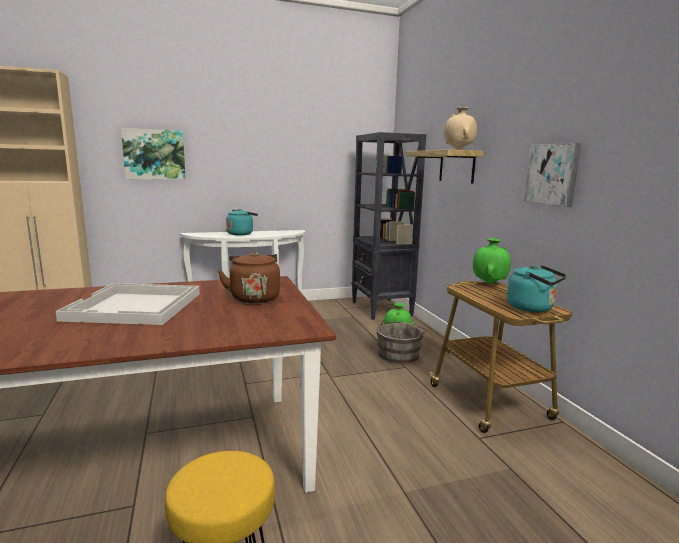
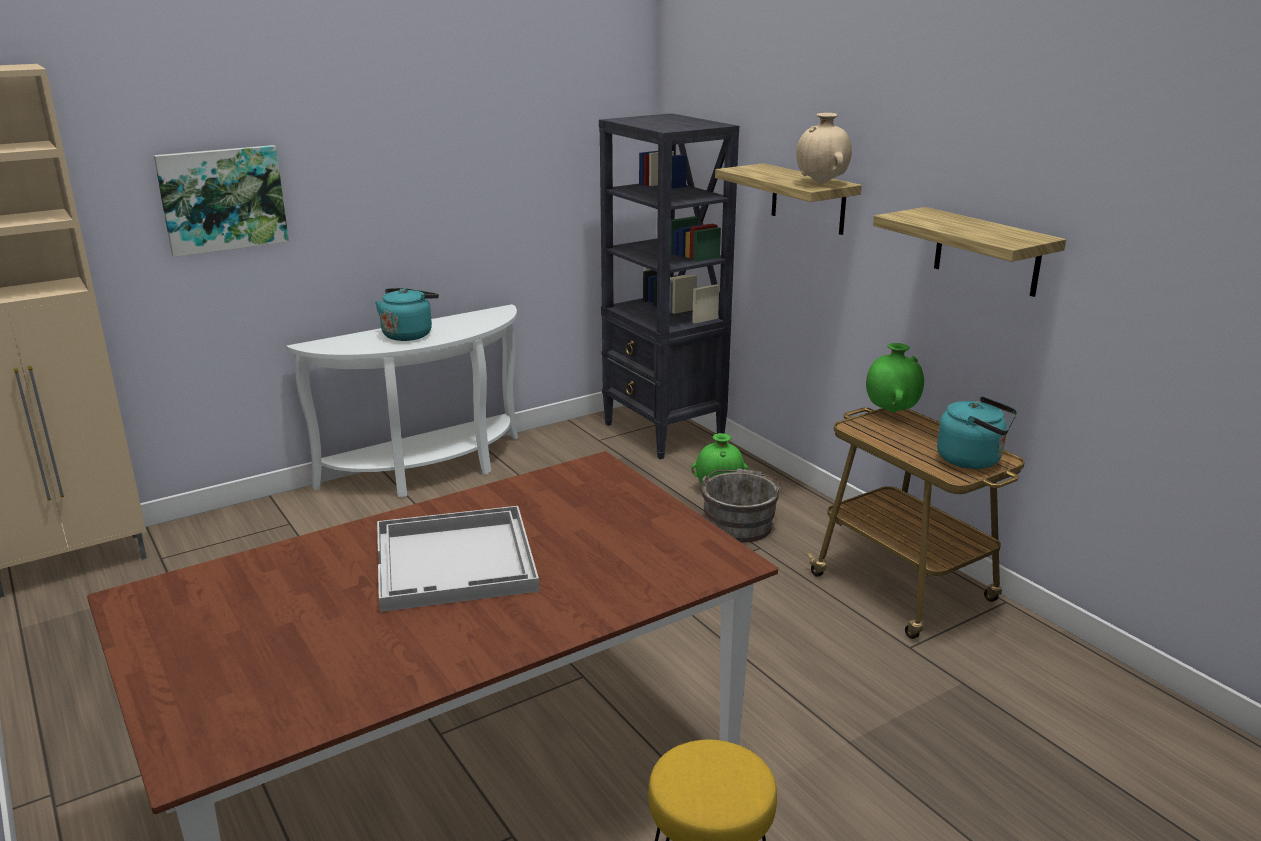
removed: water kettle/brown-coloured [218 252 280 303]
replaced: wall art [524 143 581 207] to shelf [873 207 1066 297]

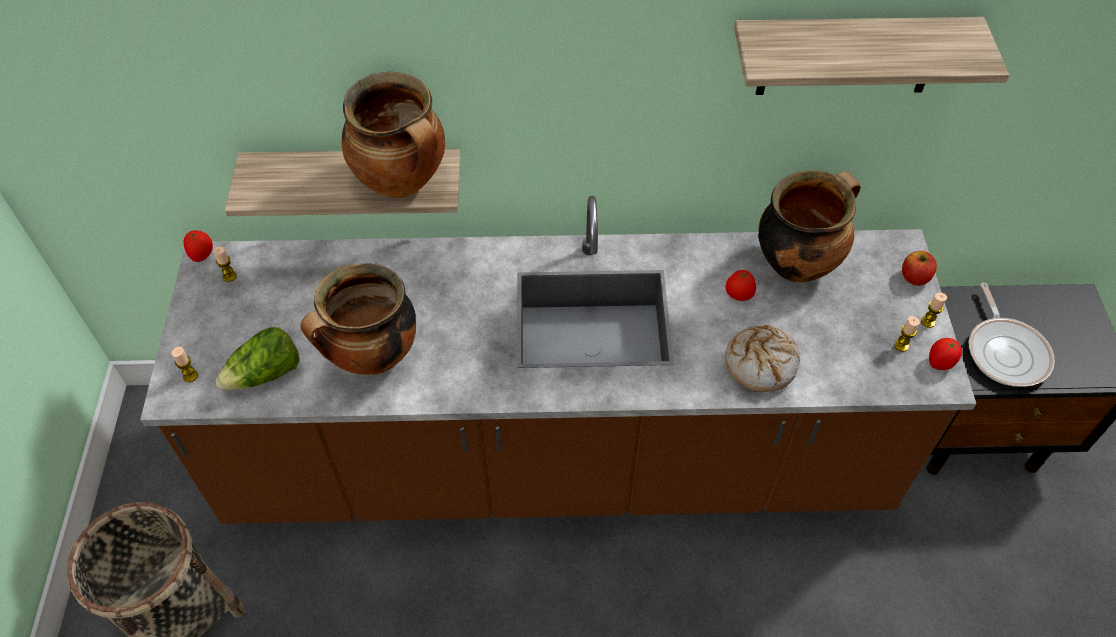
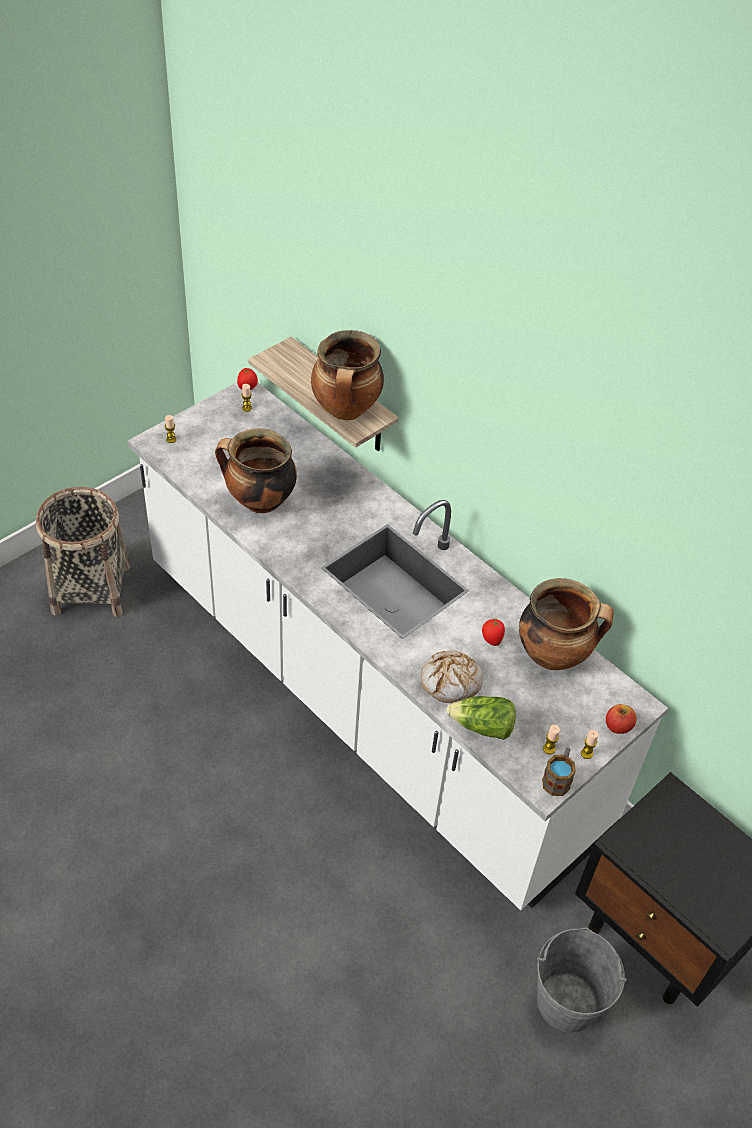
removed: shelf [734 17 1009 95]; pan [968 283 1055 387]
added: water bucket/grey [537 928 627 1033]
moved: head of lettuce [215 327 300 390] to [446 696 516 740]
replaced: fresh tomato [929 338 962 370] to mug [542 748 576 796]
recoloured: kitchen counter/brown-coloured [140 196 976 524] to kitchen counter/white [127 382 668 910]

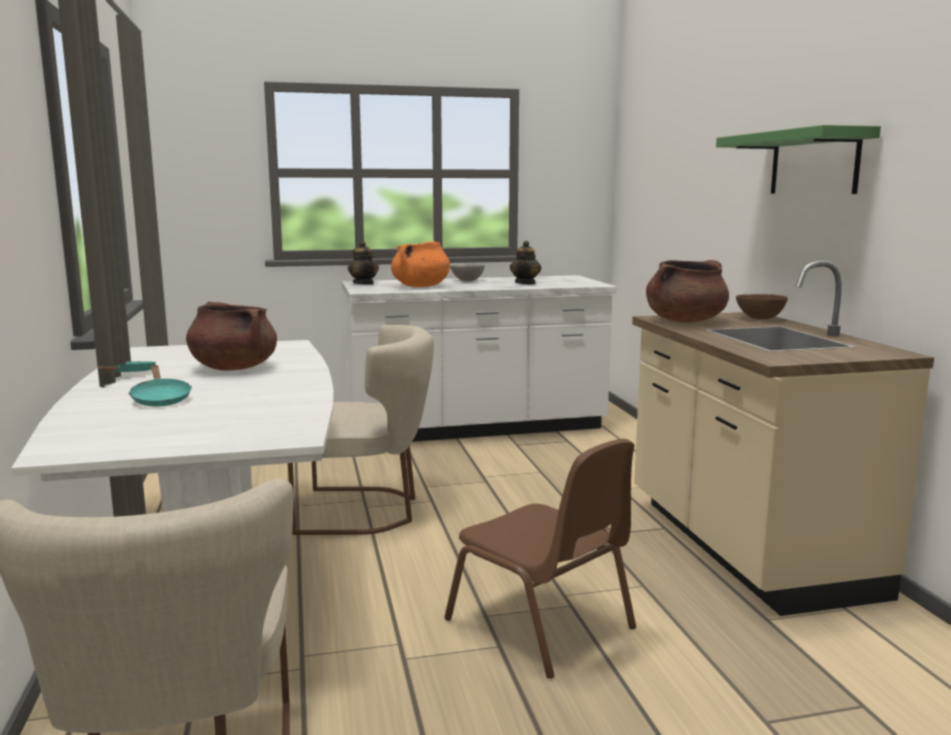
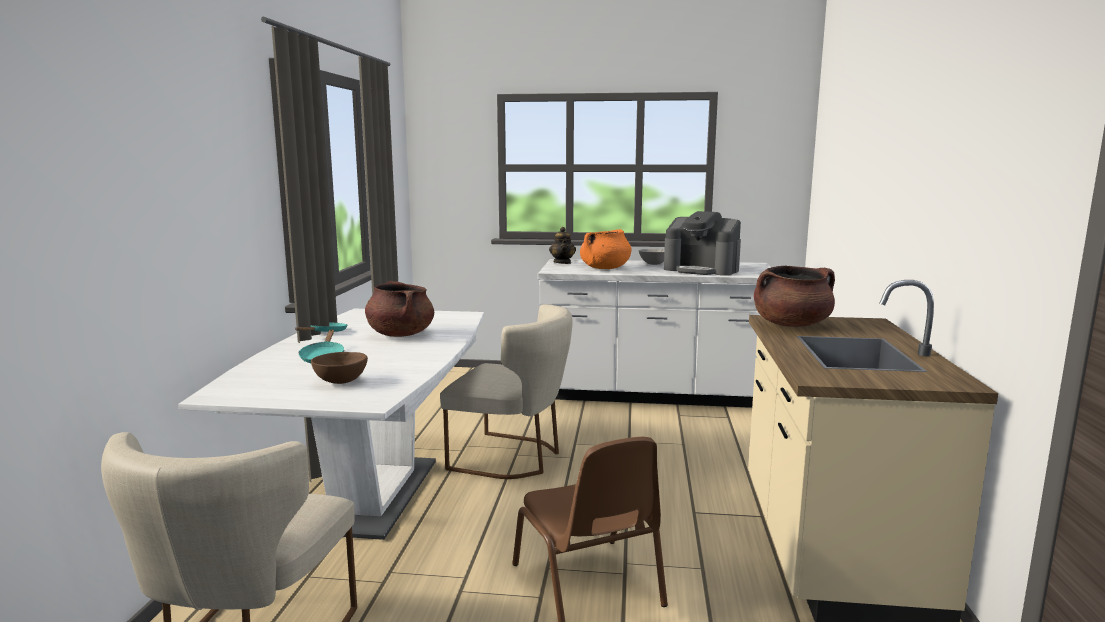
removed: shelf/green [716 125 881 194]
moved: deep dish/brown-coloured [736 294 788 320] to [311 352 368 384]
replaced: teapot [510 241 542 284] to coffee machine [664 211 741 276]

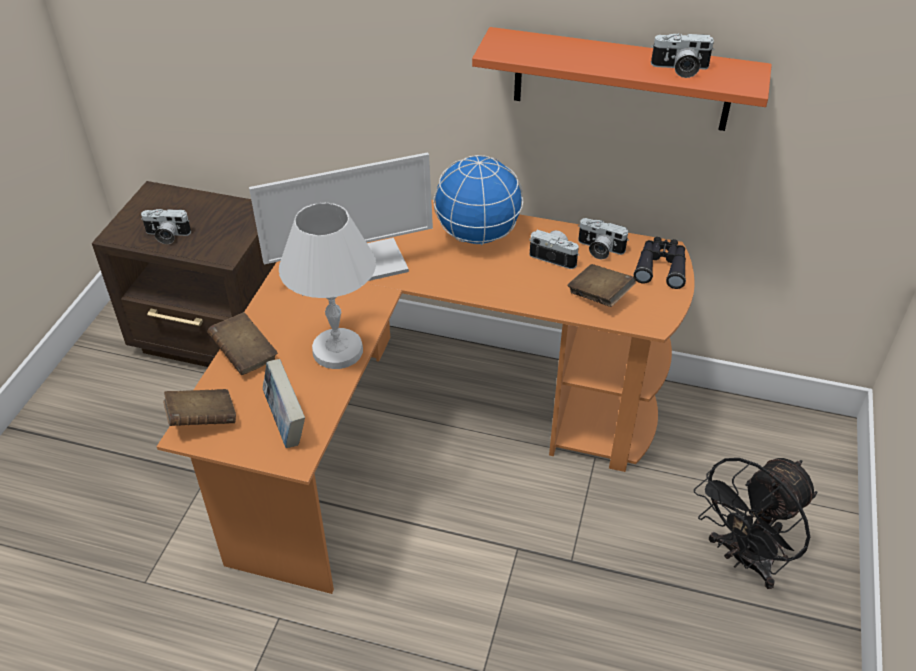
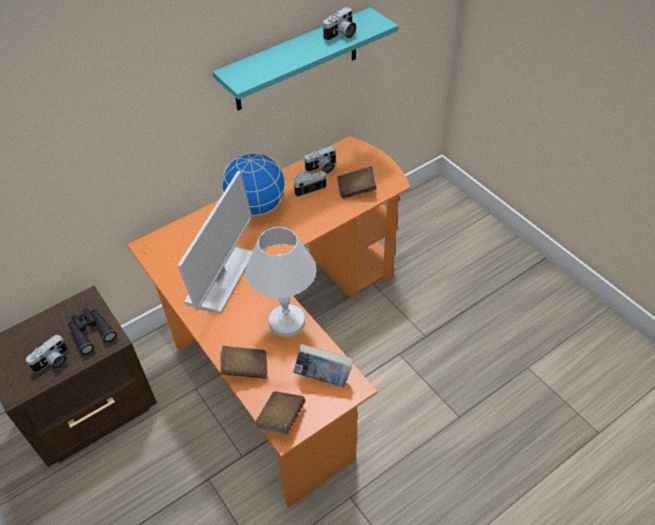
removed: cooling fan/black-coloured [694 458 817 589]
moved: field glasses/black-coloured [634 237 686 289] to [68 308 117 355]
recoloured: shelf/orangey [472 27 772 131] to shelf/turquoise [213 7 398 110]

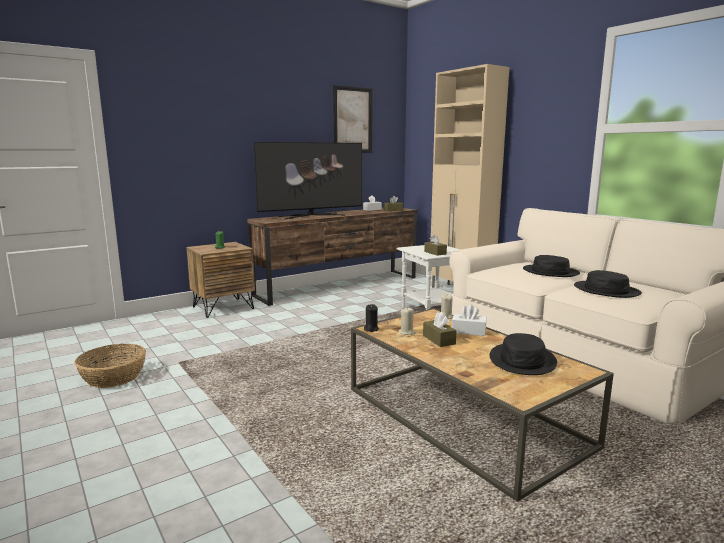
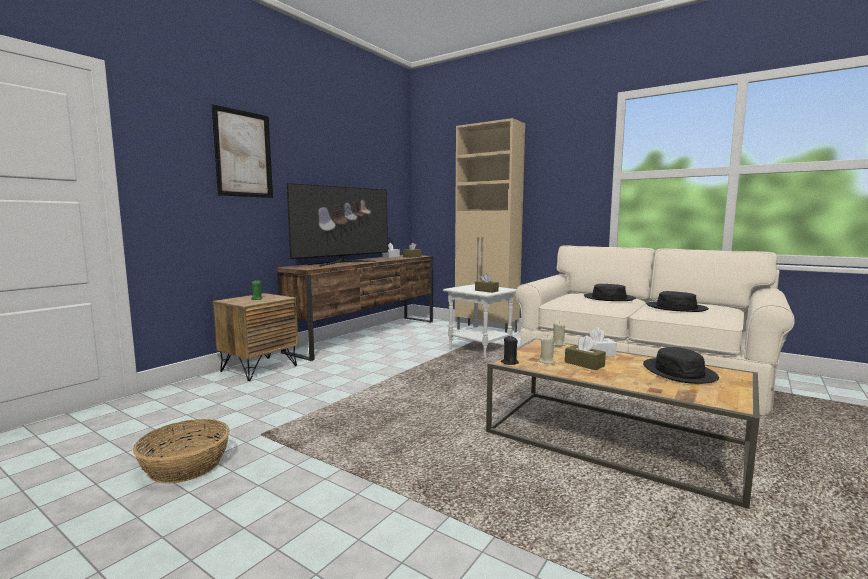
moved: wall art [333 85 373 153] to [211 104 273 198]

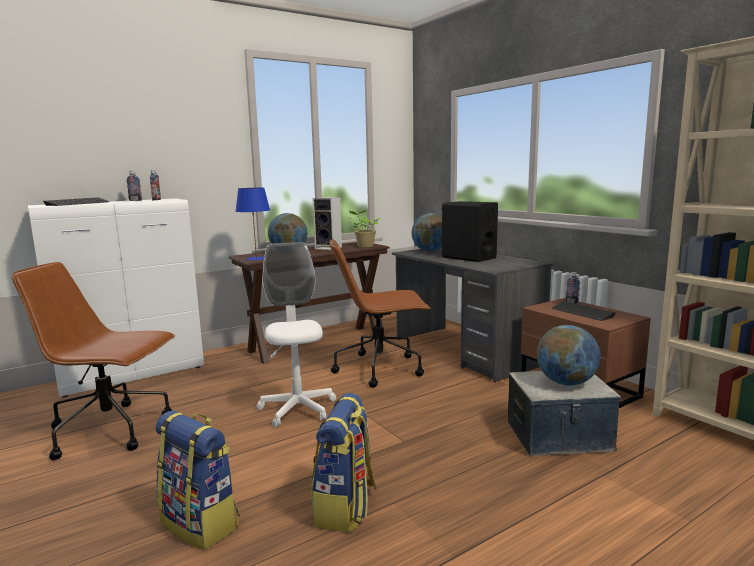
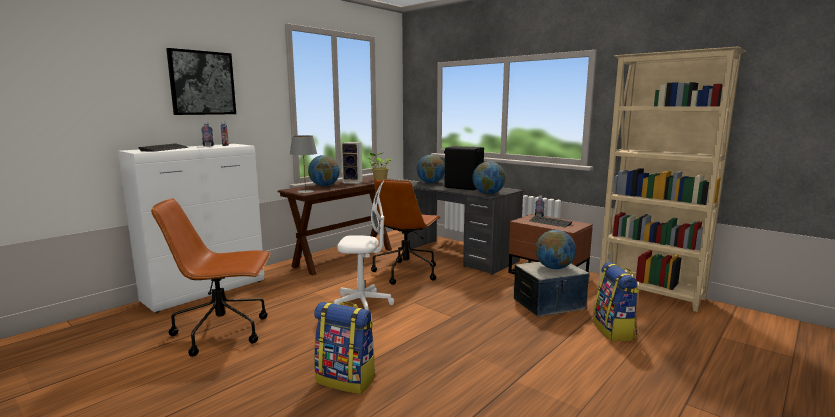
added: wall art [166 48 236 115]; desk globe [472 161 506 194]
moved: backpack [311 393 377 532] to [593 262 639 341]
recoloured: lamp for a table/blue-coloured [235 188 270 260] to lamp for a table/grey [290 135 317 193]
turned: desk chair/white [257 242 336 428] = [334 181 394 310] 120 degrees clockwise; desk chair/brown-coloured [329 239 431 388] = [371 179 441 285] 45 degrees counterclockwise

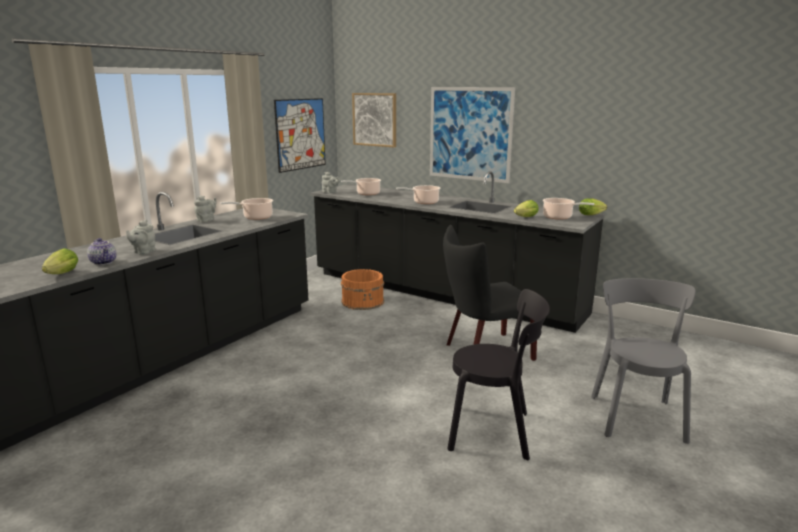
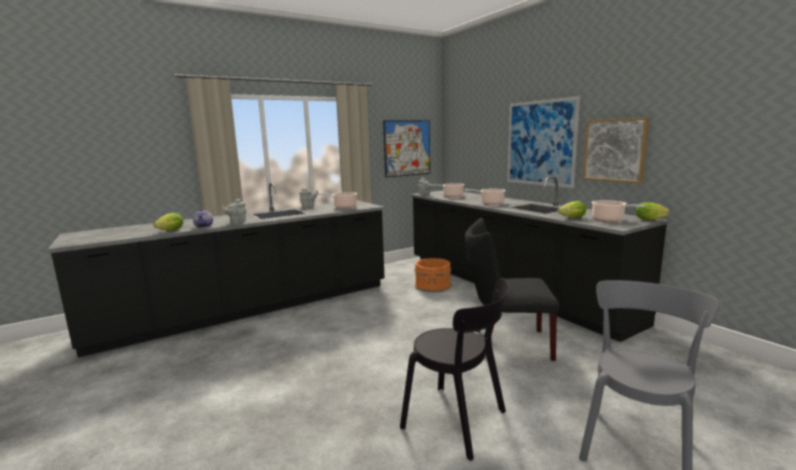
moved: wall art [352 93 396 148] to [583 117 649 184]

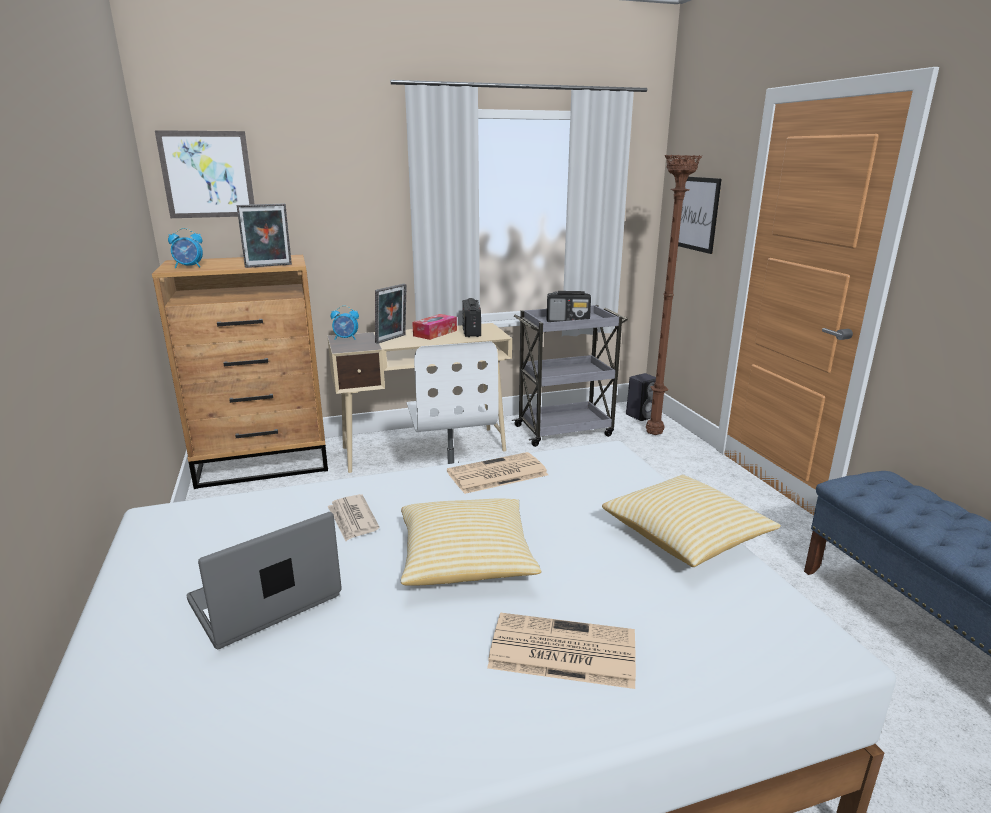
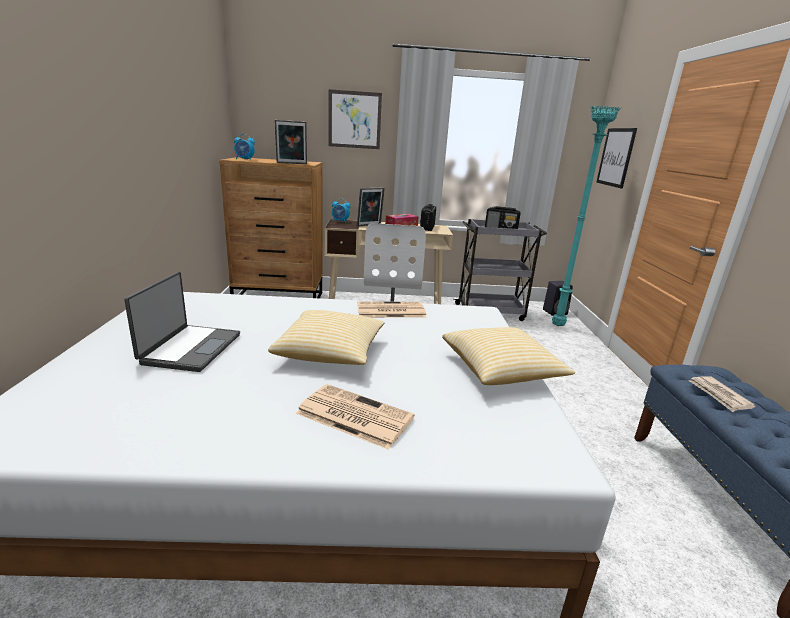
moved: wall art [155 130 255 218] to [328 89 382 149]; printed paper [327 494 380 541] to [690 376 756 412]
recoloured: standard lamp/brown-coloured [646 155 702 435] to standard lamp/turquoise [552 106 621 326]
turned: notebook computer [187 512 342 649] = [124 272 240 372] 120 degrees clockwise

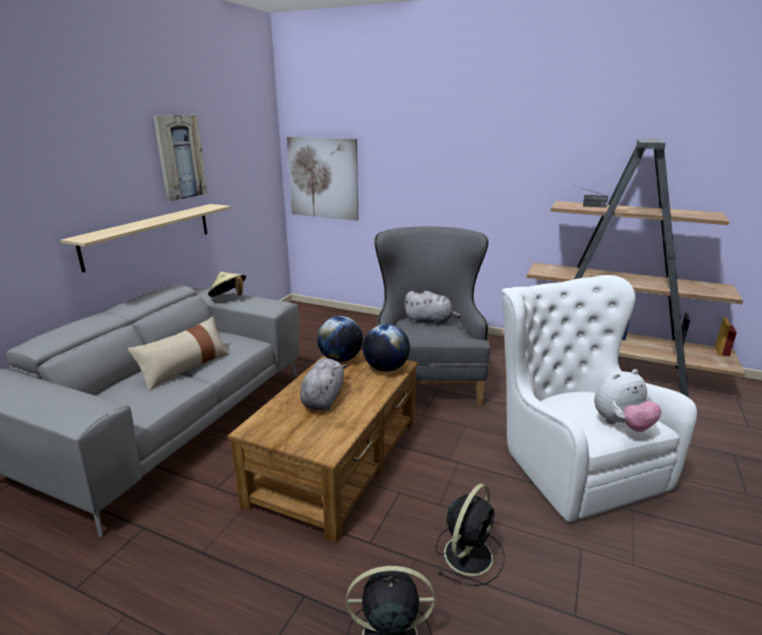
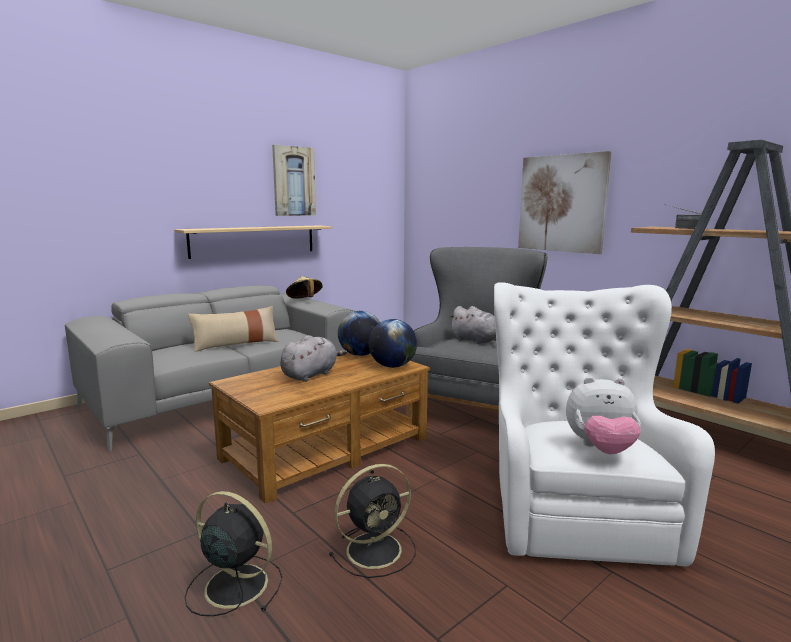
moved: wall art [287 137 358 220] to [518 151 612 254]

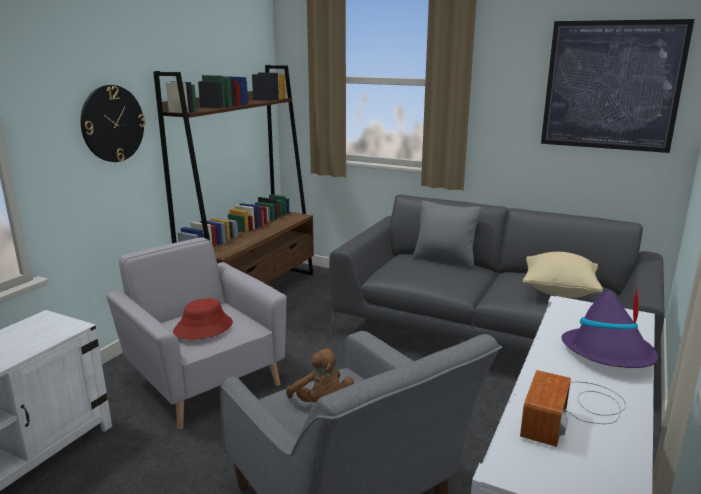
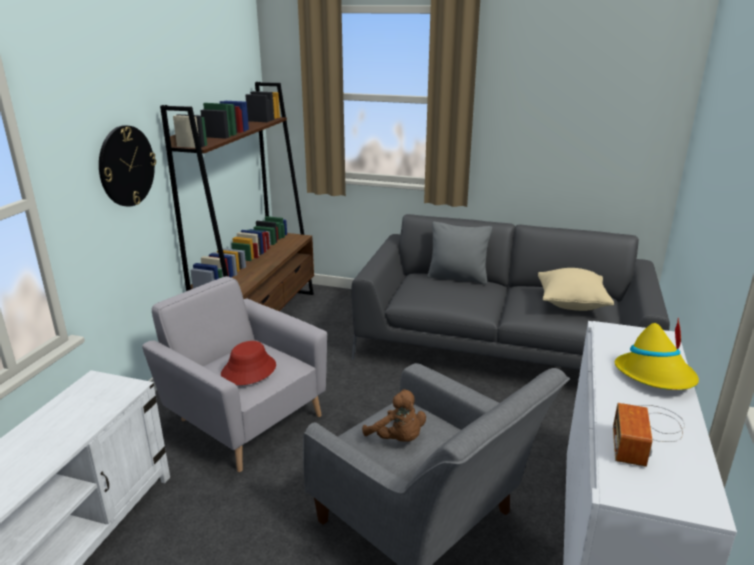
removed: wall art [541 19 694 153]
recoloured: clothing hat/purple-coloured [562 285 658 368] to clothing hat/yellow [615 317 699 390]

